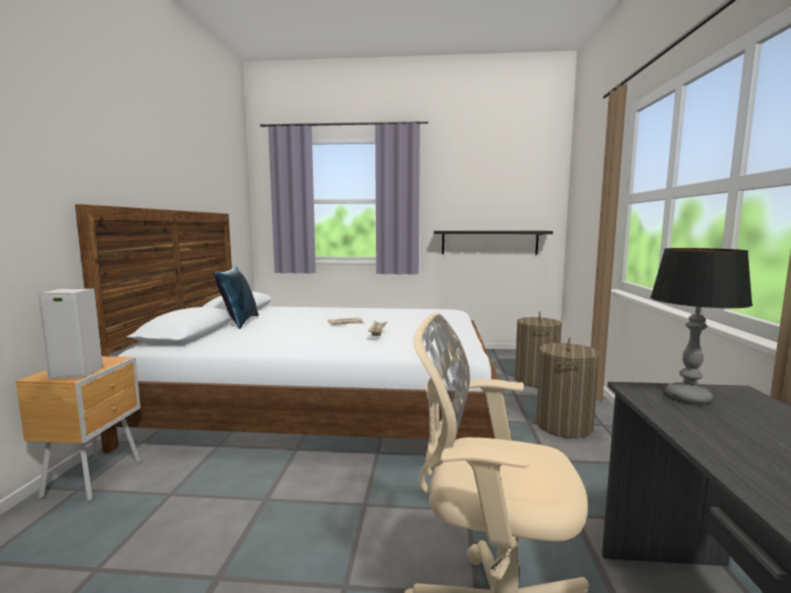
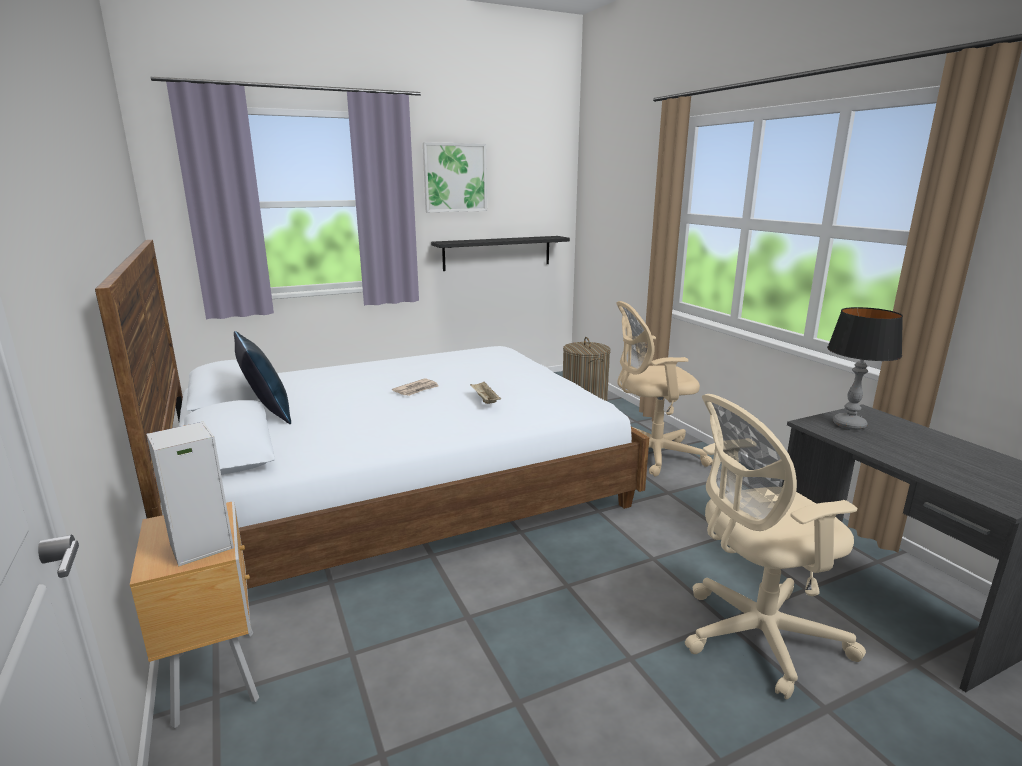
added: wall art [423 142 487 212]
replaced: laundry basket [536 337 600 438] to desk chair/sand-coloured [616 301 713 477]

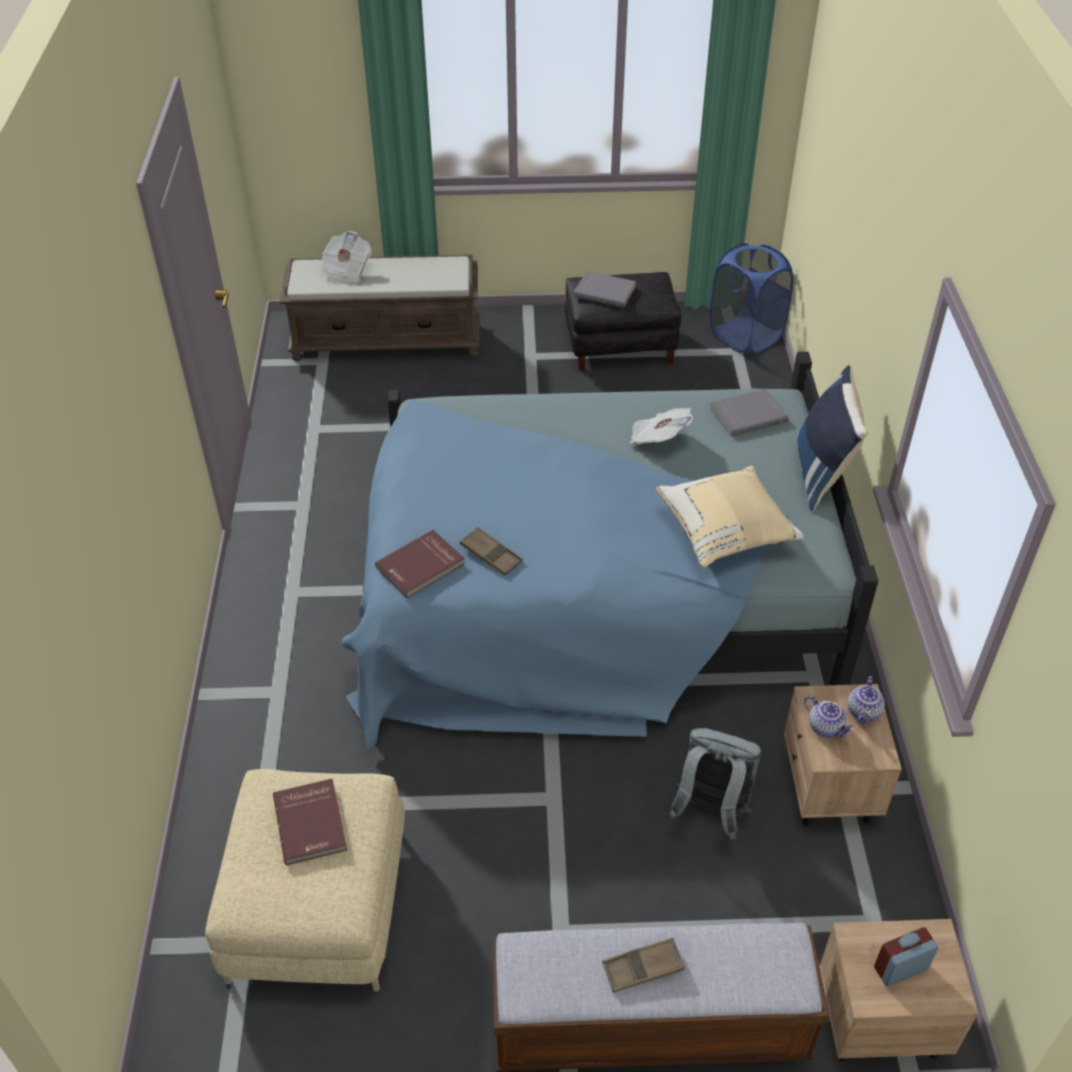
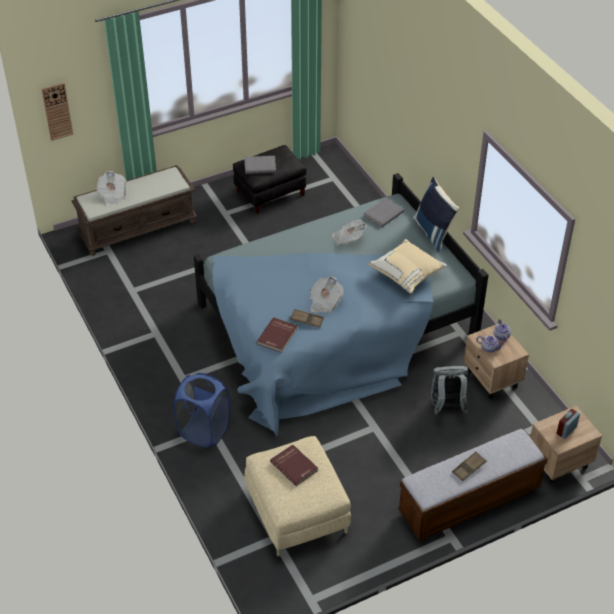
added: hanging clock [42 83 73 141]; printed paper [310 276 344 313]
moved: laundry basket/blue-coloured [710 243 794 354] to [174 373 230 448]

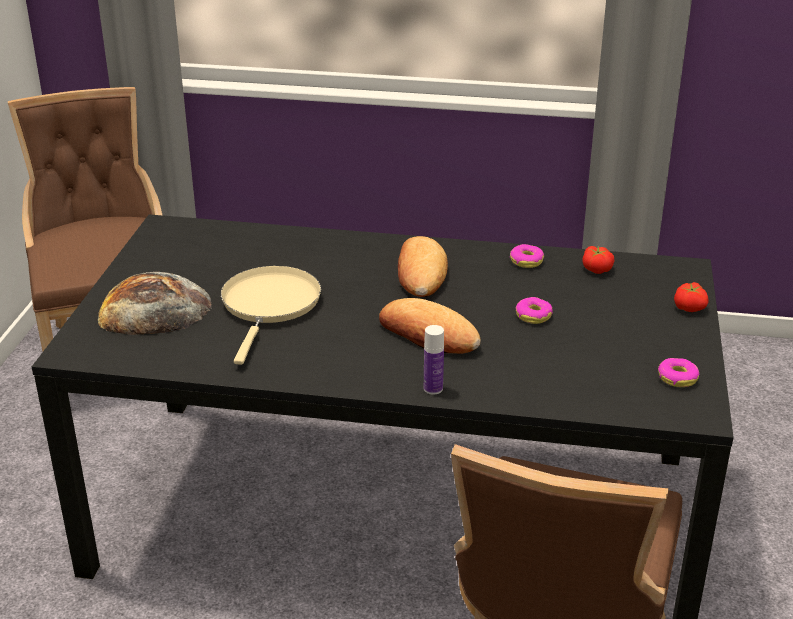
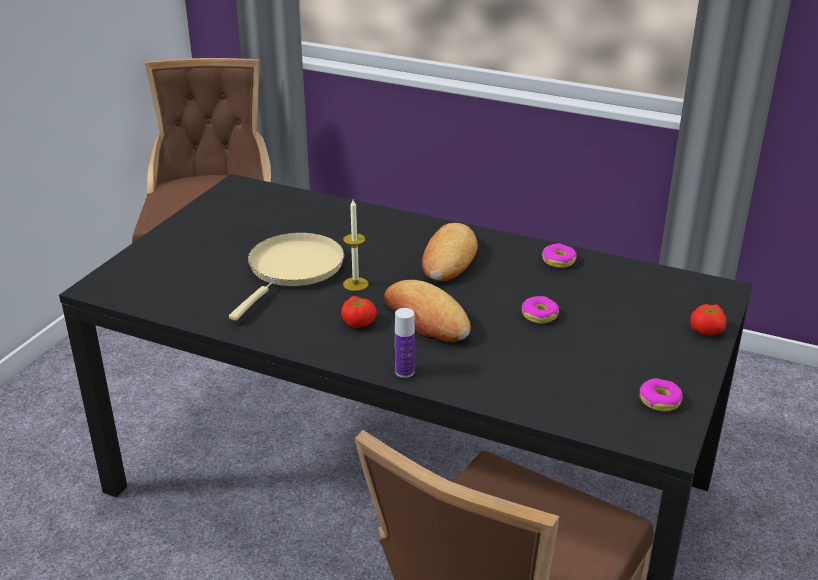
removed: baked bread [98 272 212 335]
added: candle [343 200 369 291]
moved: fresh tomato [582 246 614 274] to [341 296 377 328]

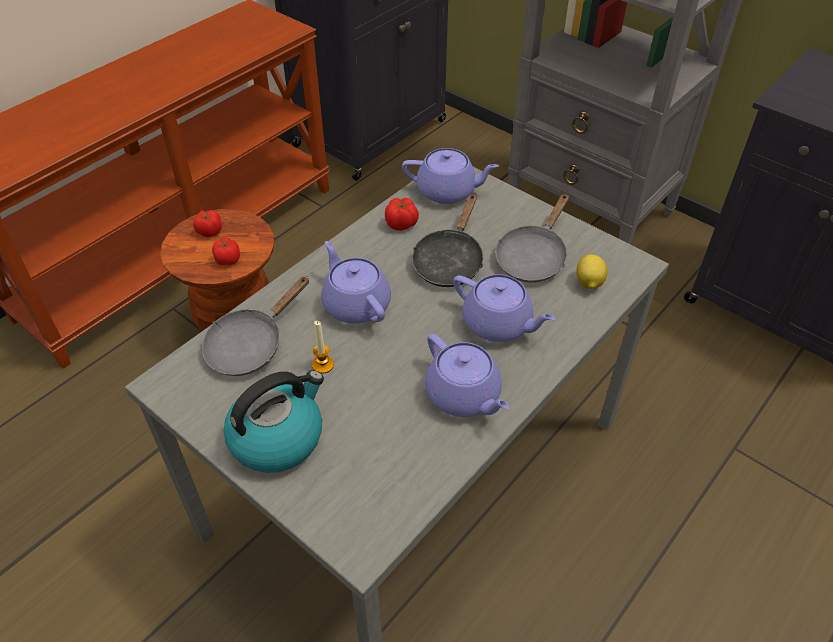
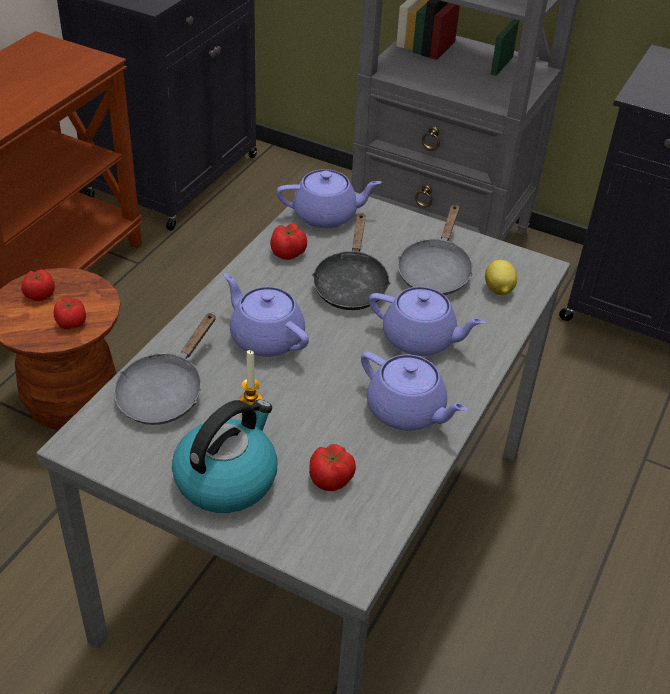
added: fresh tomato [309 444 356 491]

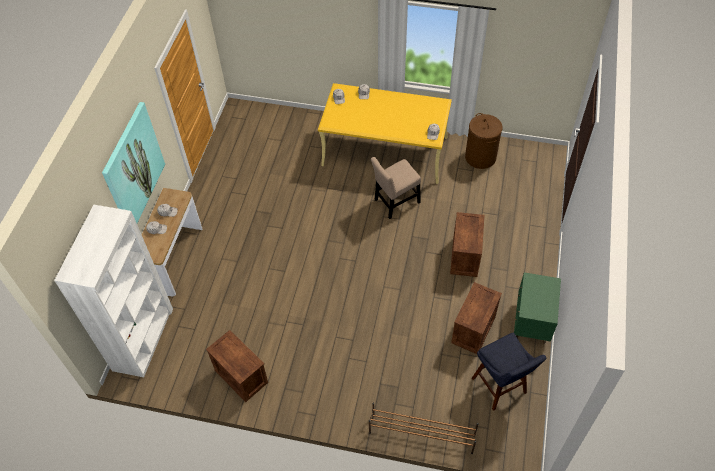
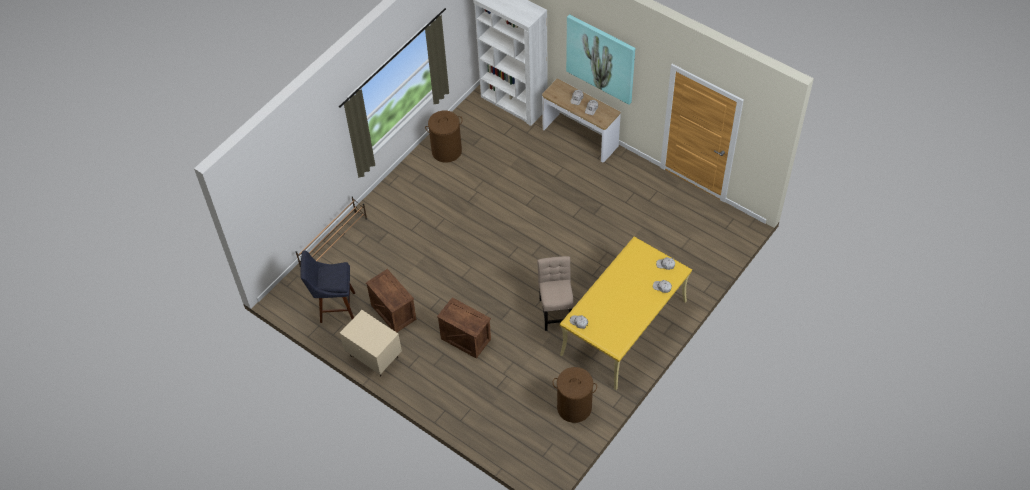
replaced: shipping crate [206 330 268 402] to laundry basket/brown-coloured [425 110 463 163]
recoloured: nightstand/green [514 272 561 344] to nightstand/sand-coloured [340 310 402 377]

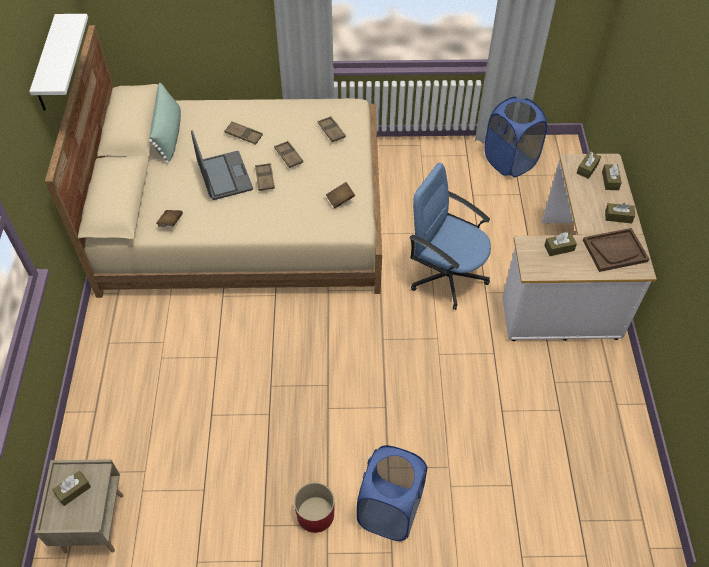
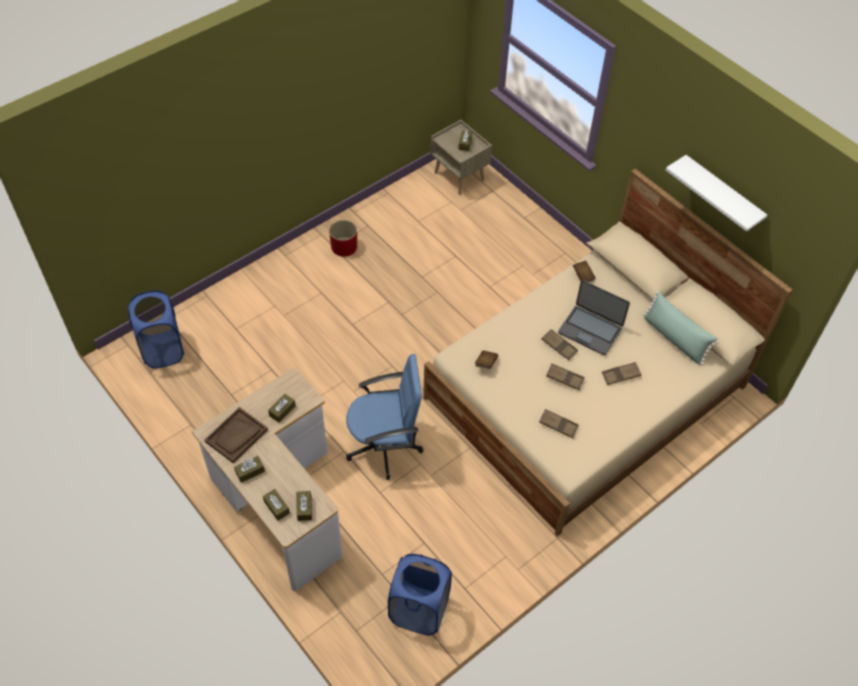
moved: laundry basket/blue-coloured [357 445 427 541] to [128 291 184 369]

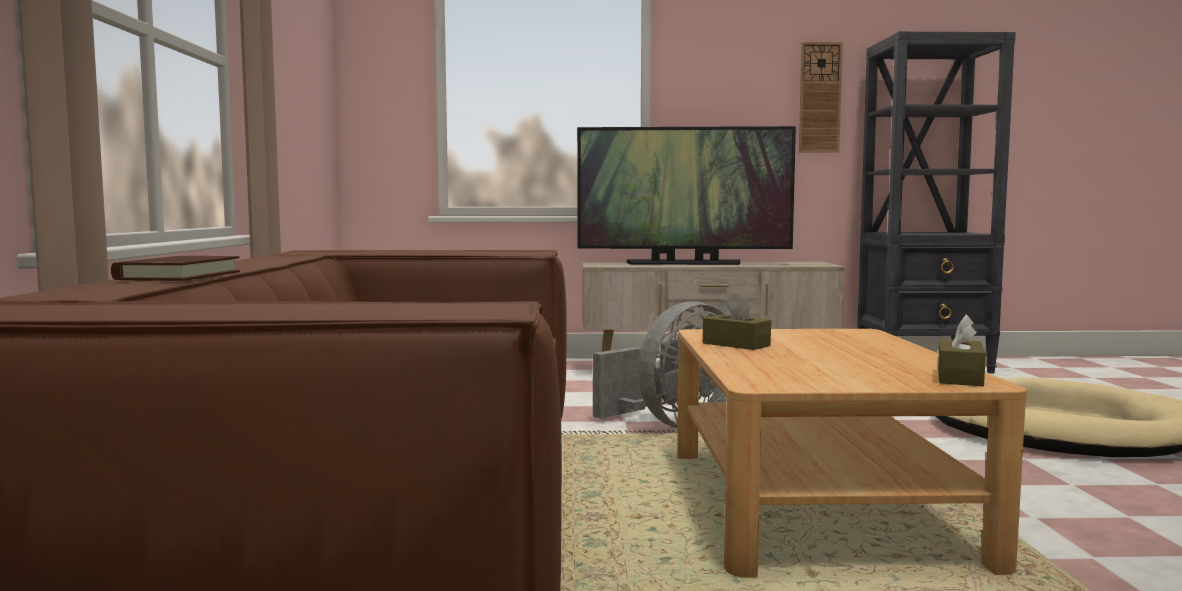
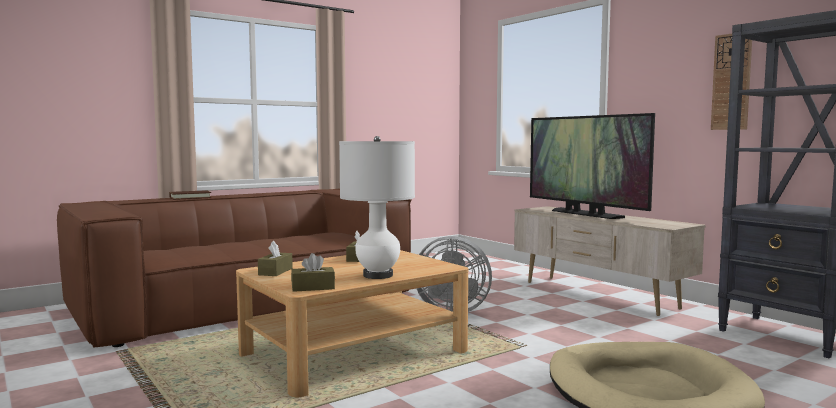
added: tissue box/brown-coloured [258 241 293 276]; lamp for a table/white [339 136 415 279]

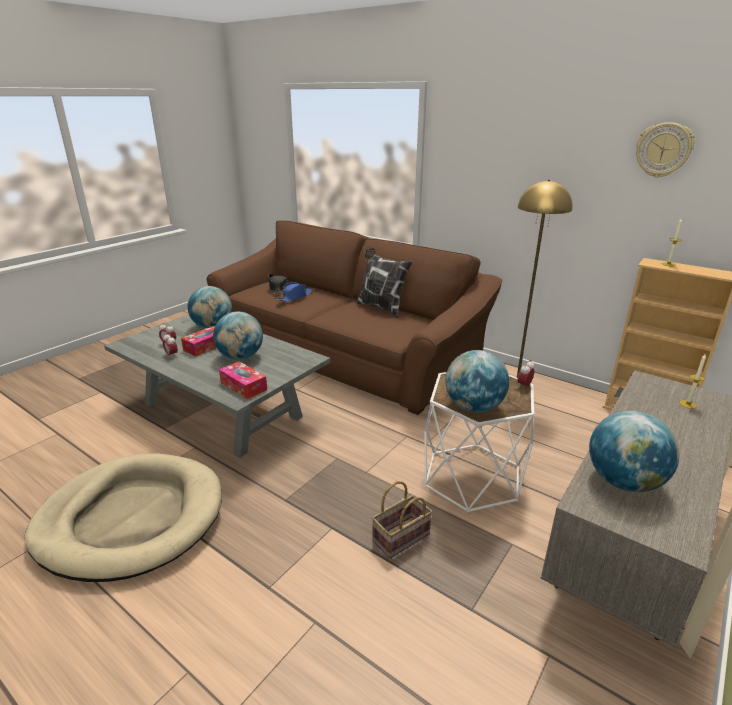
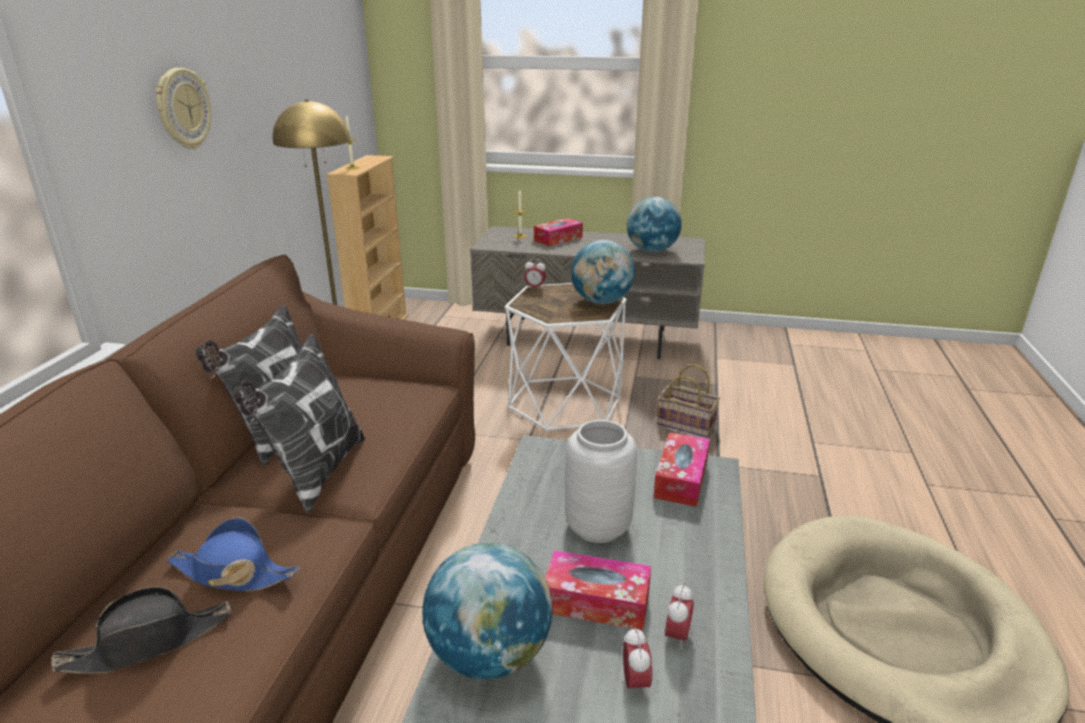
added: pillow [233 334 365 514]; tissue box [534 218 583 246]
moved: hanging clock [636 122 695 178] to [155 68 211 149]
replaced: desk globe [213 312 263 360] to decorative vase/grey [565 420 637 543]

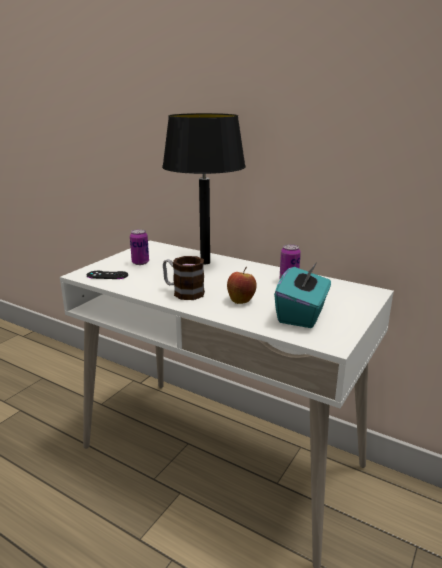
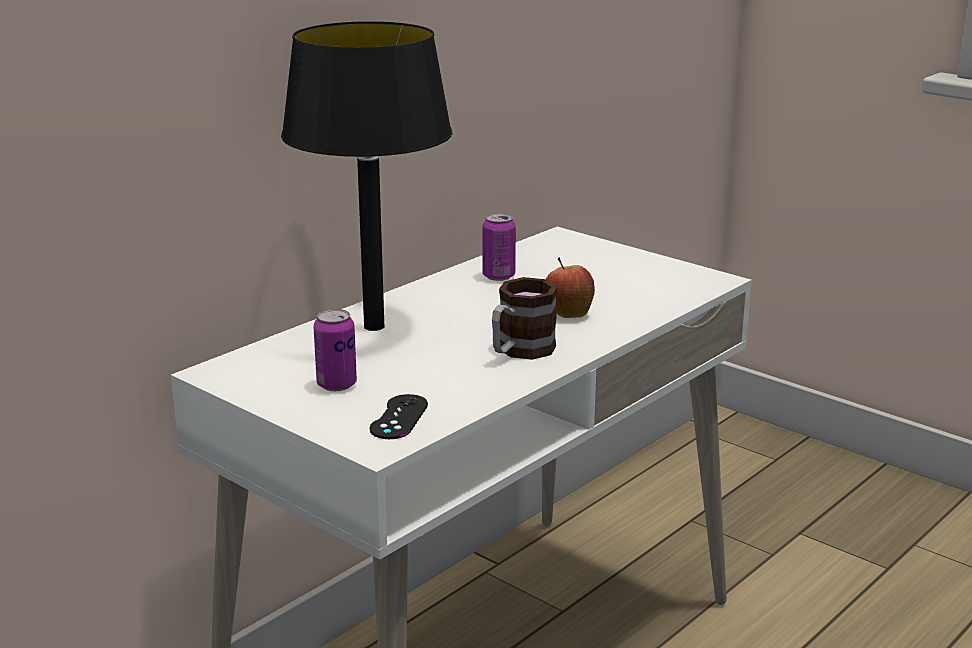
removed: tissue box/turquoise [274 261 331 328]

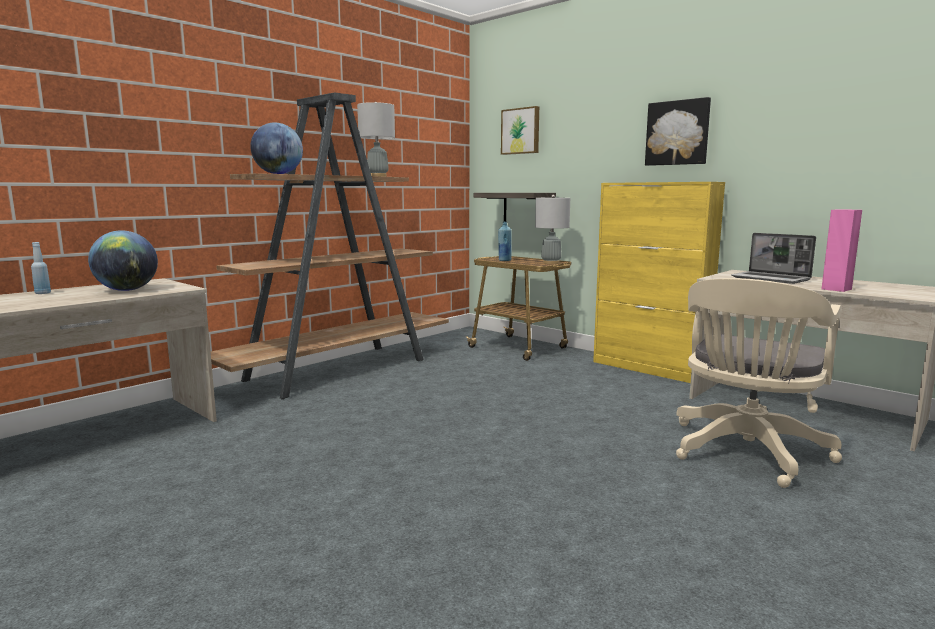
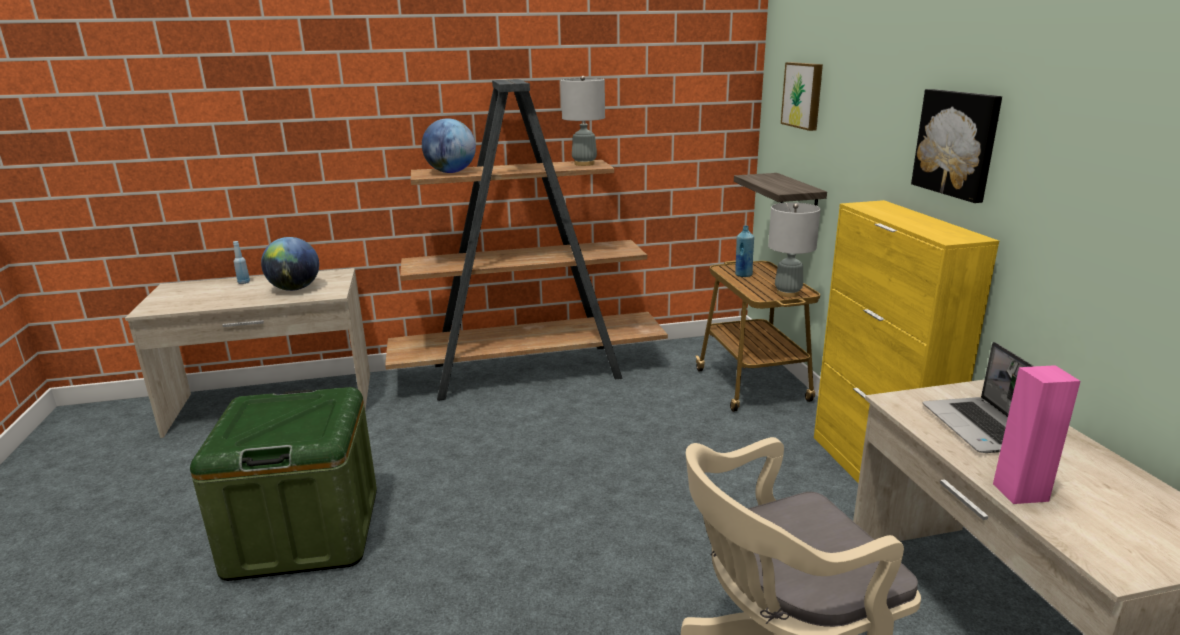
added: storage container/green [190 387 377 581]

